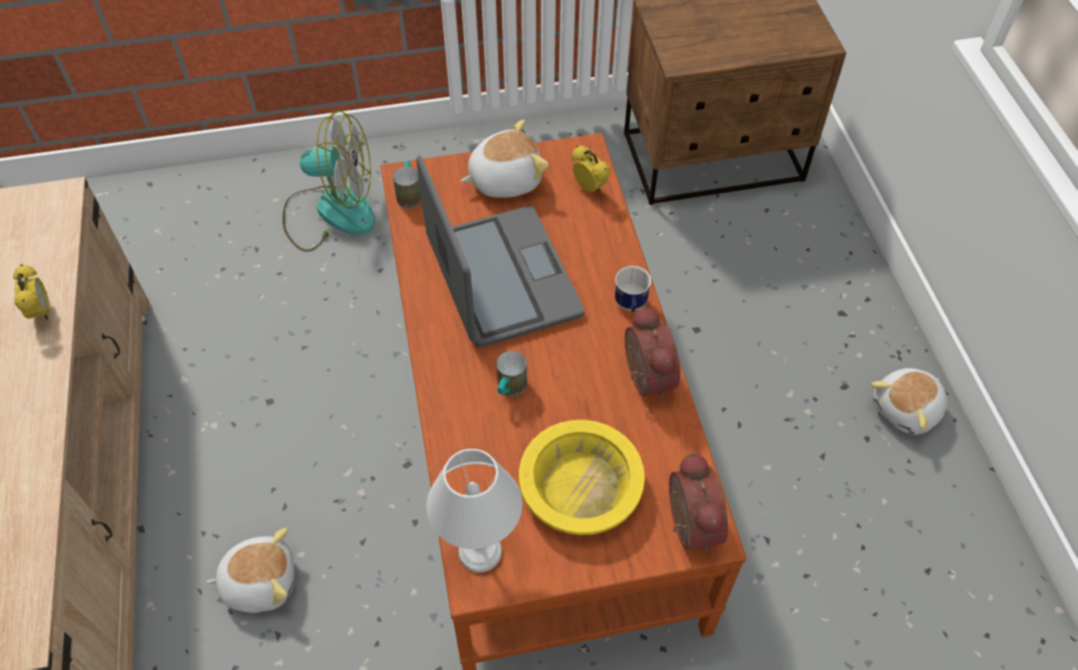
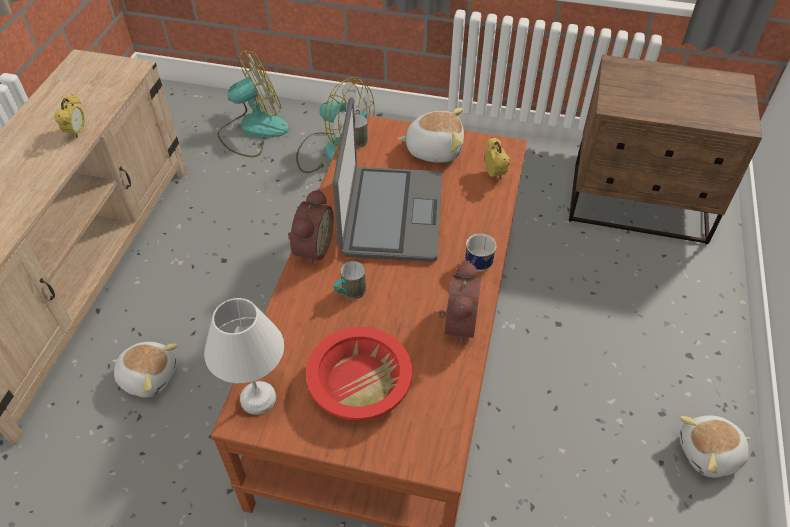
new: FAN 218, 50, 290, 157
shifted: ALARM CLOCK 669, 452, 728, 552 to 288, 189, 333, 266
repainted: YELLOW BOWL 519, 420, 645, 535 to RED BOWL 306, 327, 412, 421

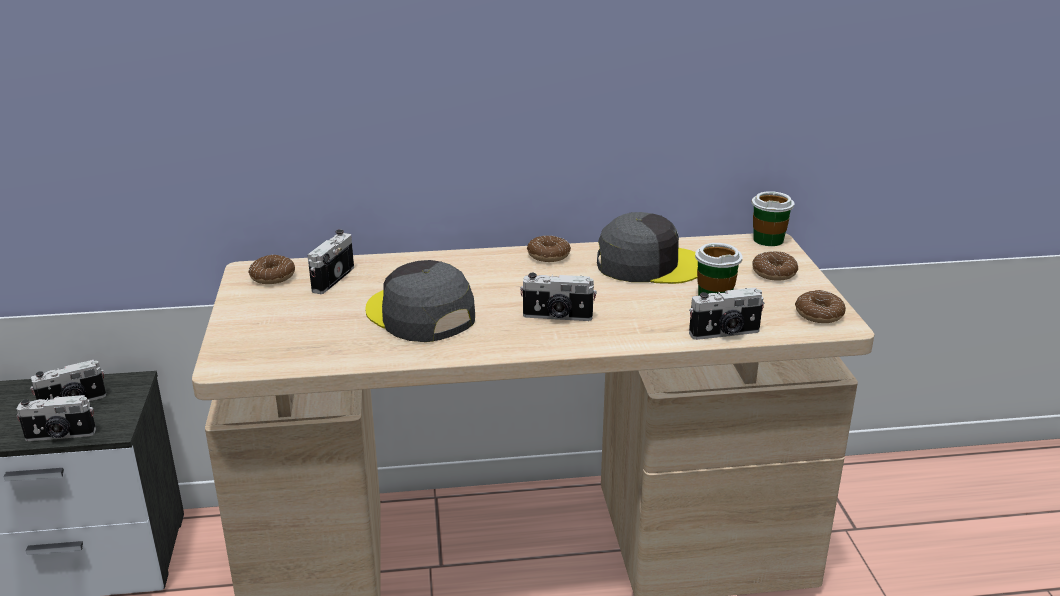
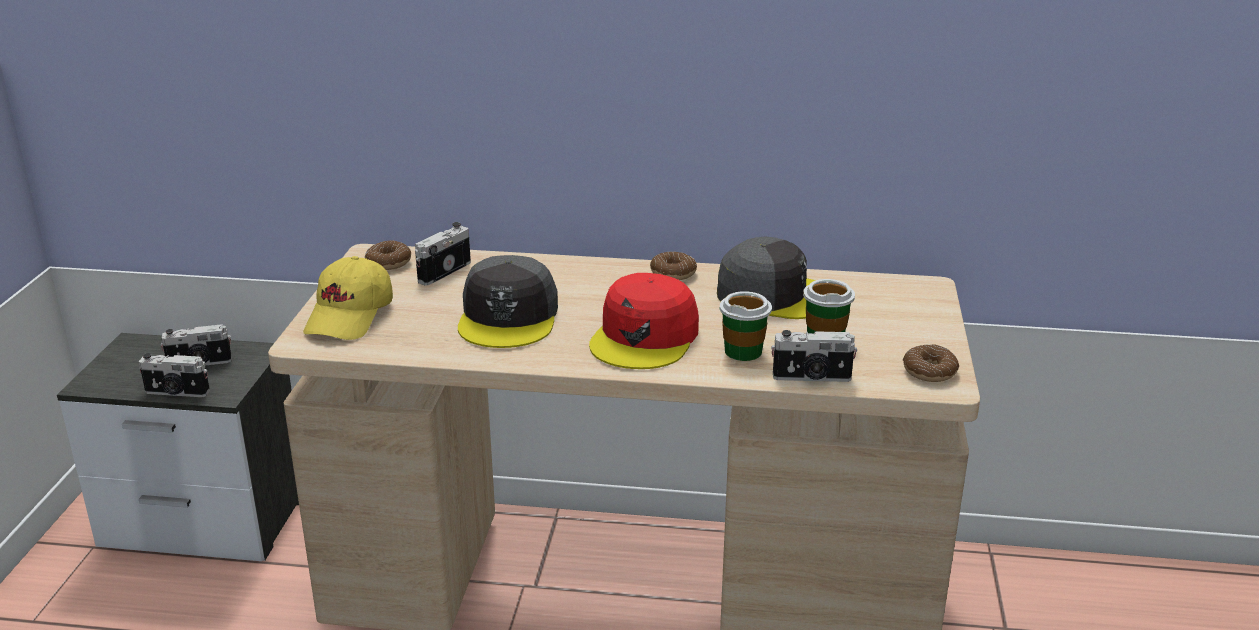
gone: DONUT 752, 251, 798, 281
new: YELLOW CAP 303, 256, 393, 340
shifted: CUP 752, 191, 794, 246 to 720, 291, 772, 361
swapped: PHOTO CAMERA 520, 273, 597, 321 to RED CAP 589, 273, 699, 369
rotated: GREY CAP 365, 260, 475, 342 = 458, 255, 558, 348 150 degrees counterclockwise

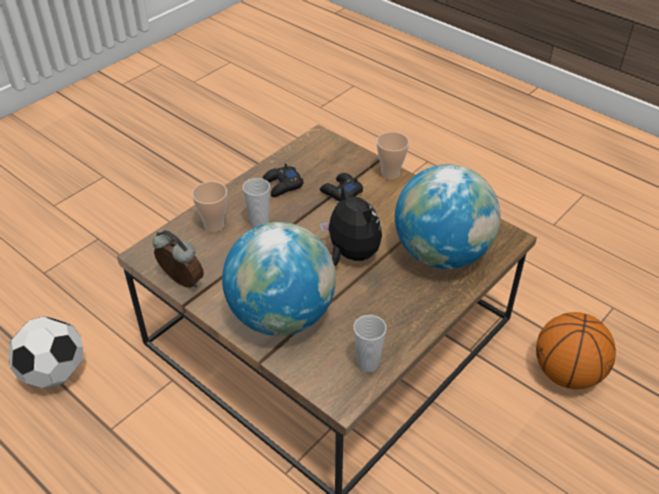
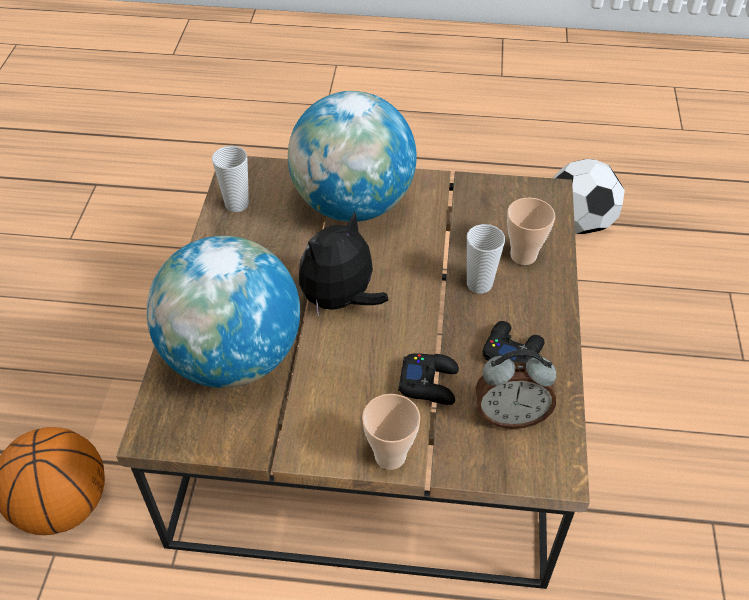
shifted: ALARM CLOCK 152, 230, 204, 288 to 476, 350, 556, 429
rotated: PLUSH TOY 320, 185, 382, 266 = 299, 211, 388, 316 120 degrees clockwise

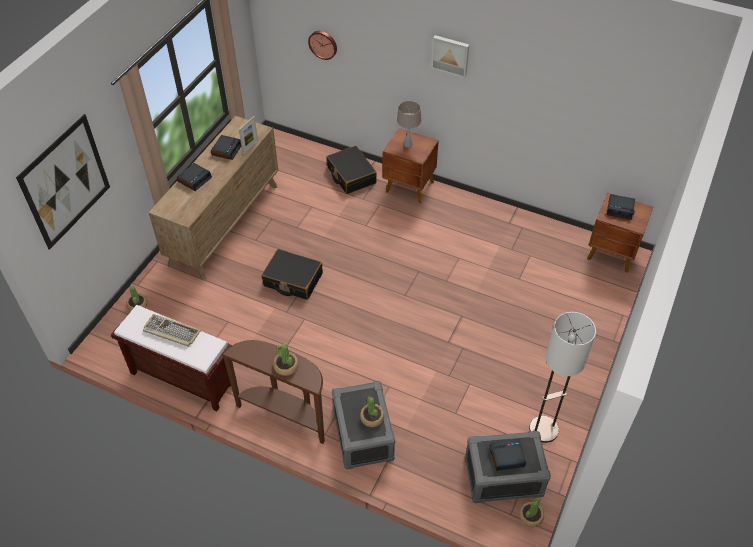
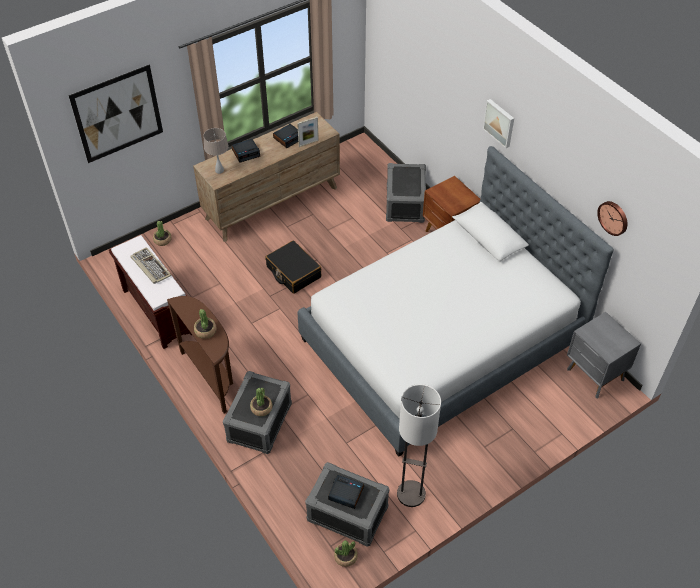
gone: ALARM CLOCK 607, 194, 635, 220
new: BED 298, 146, 614, 457
shifted: BEIGE TABLE LAMP 397, 101, 421, 148 to 203, 128, 229, 174; WALL CLOCK 308, 31, 337, 60 to 597, 201, 627, 236
swapped: BLACK SUITCASE 326, 146, 377, 194 to GREY STORAGE BOX 386, 163, 426, 223
repainted: BROWN NIGHTSTAND 587, 193, 653, 273 to GREY NIGHTSTAND 567, 312, 641, 398

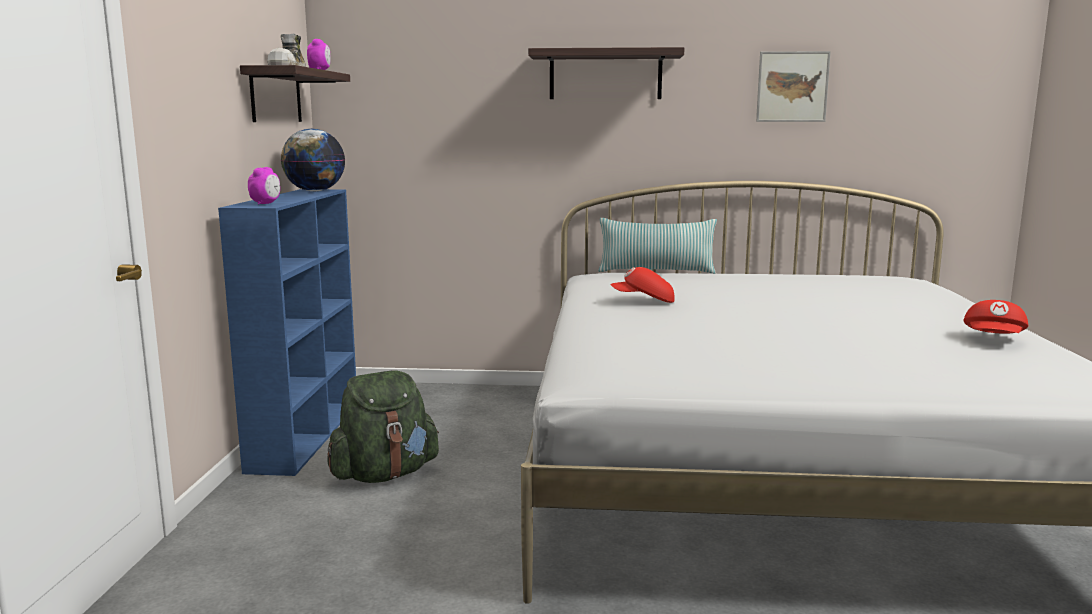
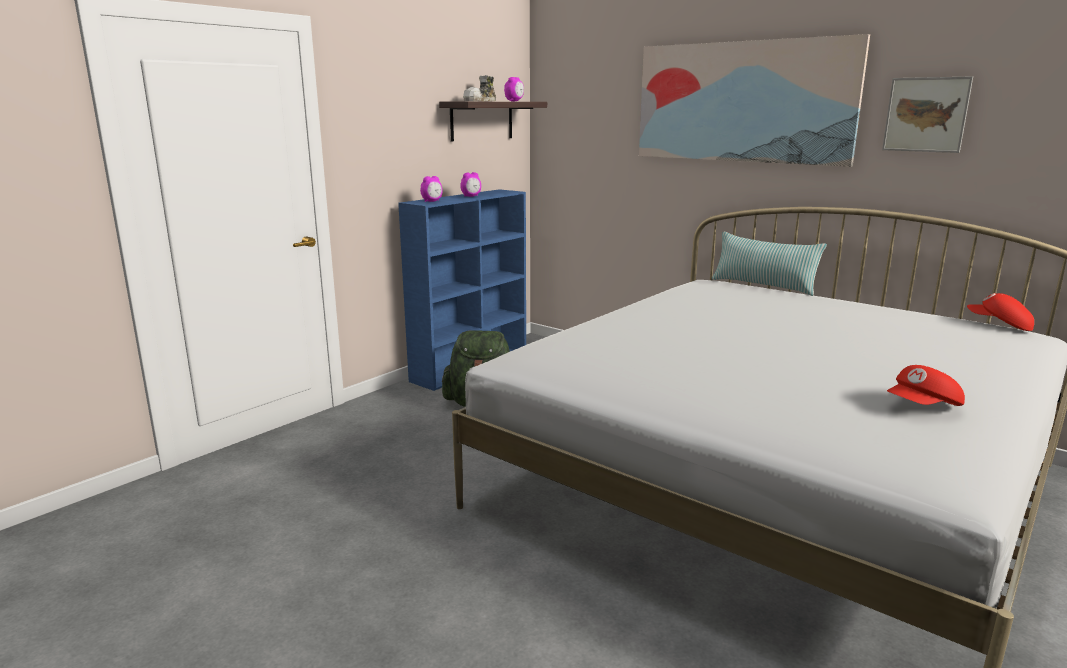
gone: GLOBE 281, 129, 345, 191
new: ALARM CLOCK 460, 172, 481, 197
shifted: RED CAP 611, 267, 674, 303 to 967, 293, 1034, 331
swapped: SHELF 528, 47, 684, 99 to PICTURE 639, 34, 870, 167

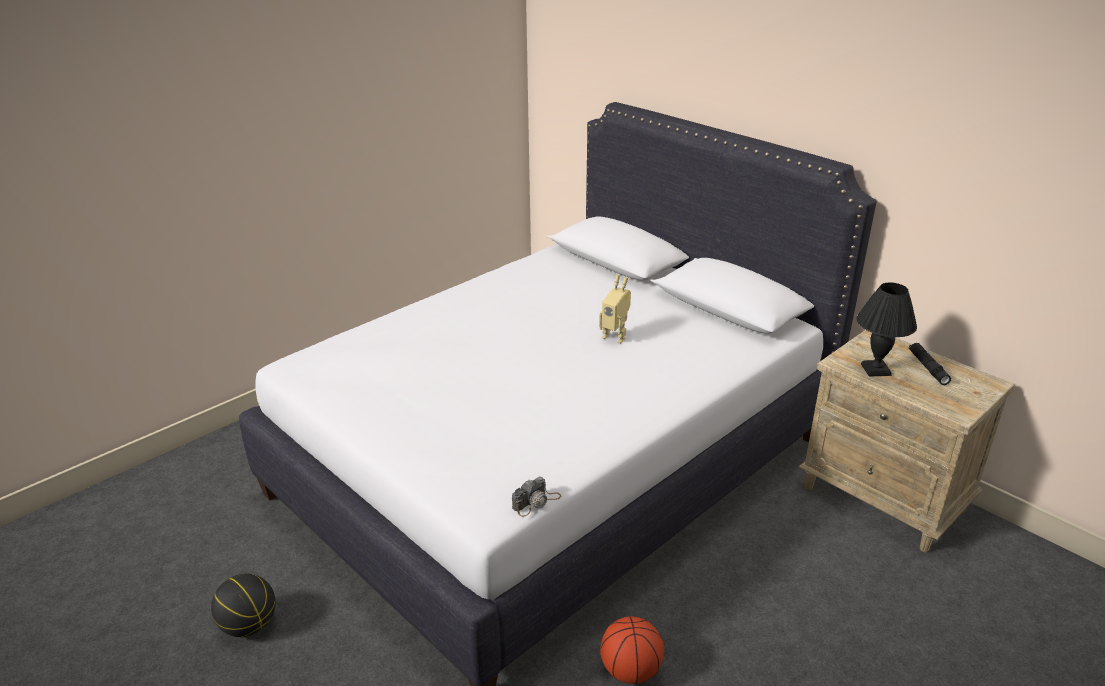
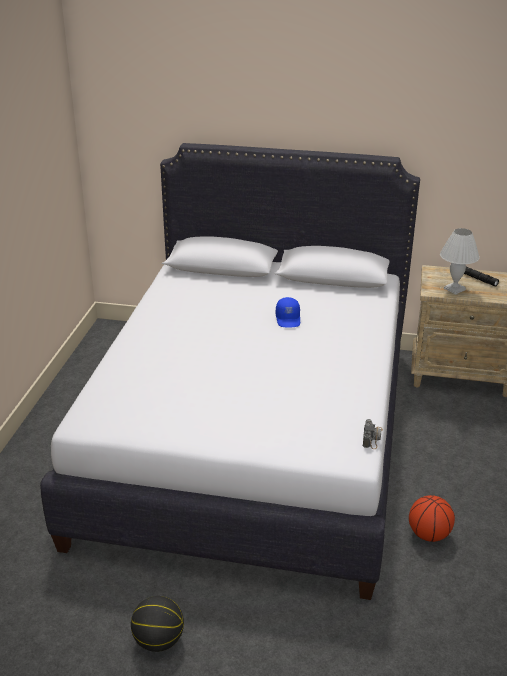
swapped: TOY ROBOT 599, 275, 631, 344 to BLUE CAP 276, 297, 300, 328
repainted: BLACK TABLE LAMP 856, 282, 917, 377 to WHITE TABLE LAMP 440, 228, 479, 295

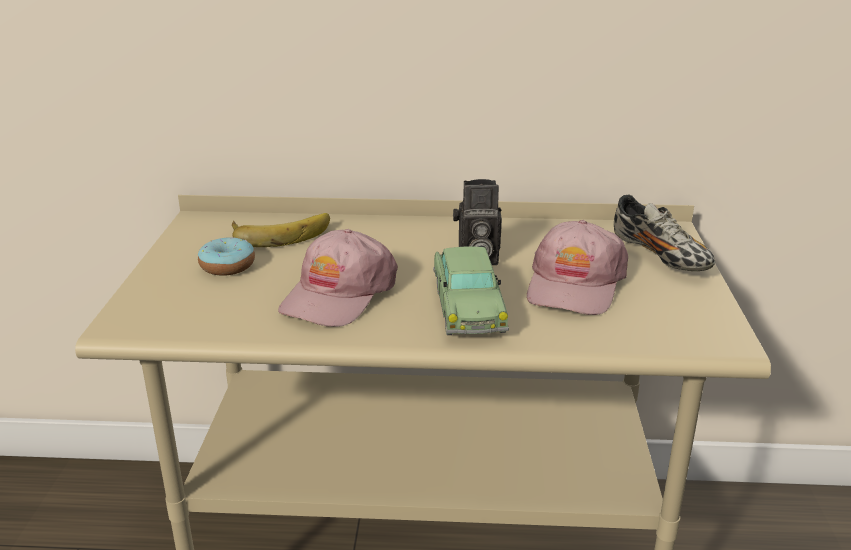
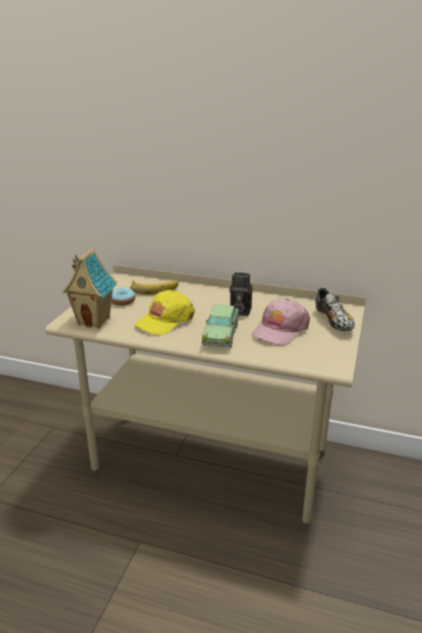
new: TOY HOUSE 63, 248, 117, 328
repainted: PINK CAP 278, 229, 398, 327 to YELLOW CAP 134, 290, 195, 335

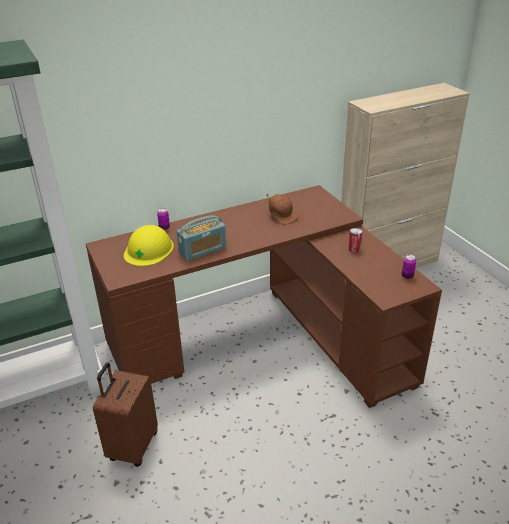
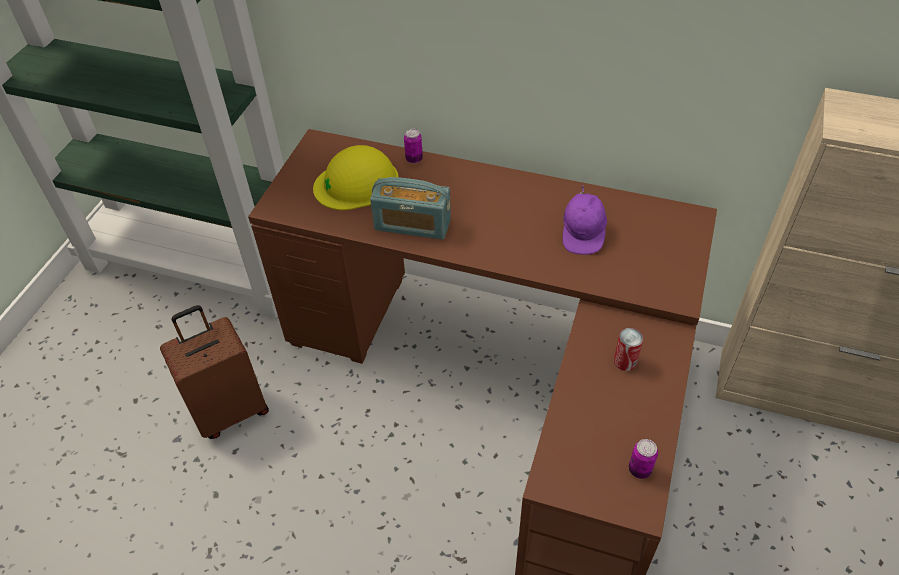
repainted: BROWN CAP 267, 194, 298, 225 to PURPLE CAP 563, 185, 607, 255

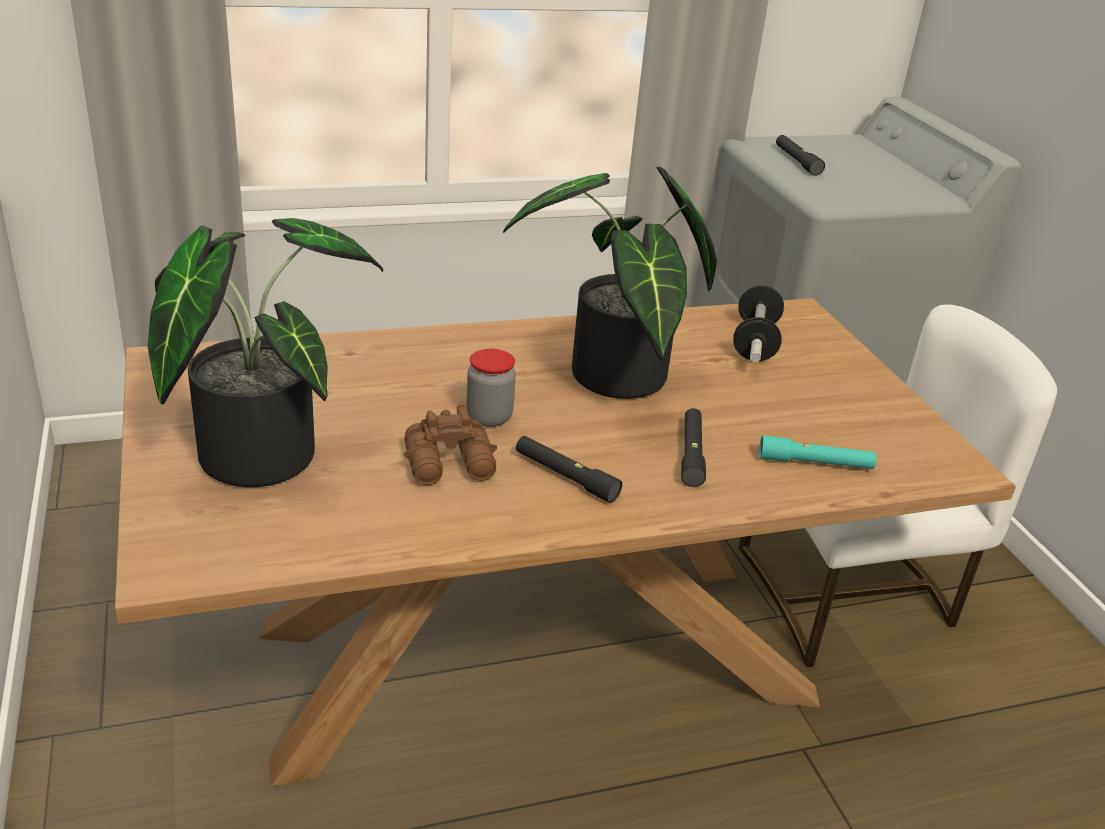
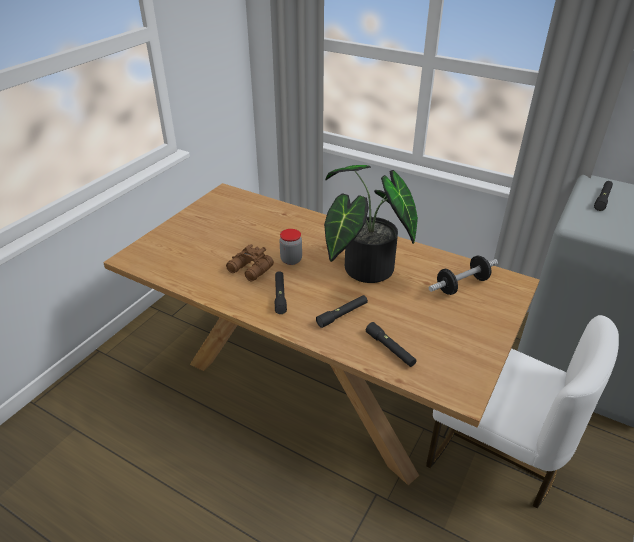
gone: POTTED PLANT 148, 218, 383, 487
repainted: TURQUOISE FLASHLIGHT 759, 435, 877, 469 to BLACK FLASHLIGHT 366, 322, 416, 367

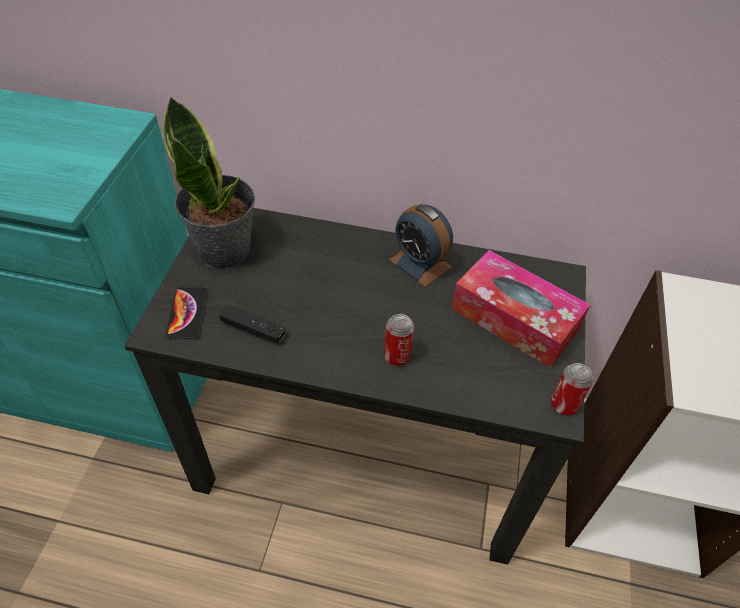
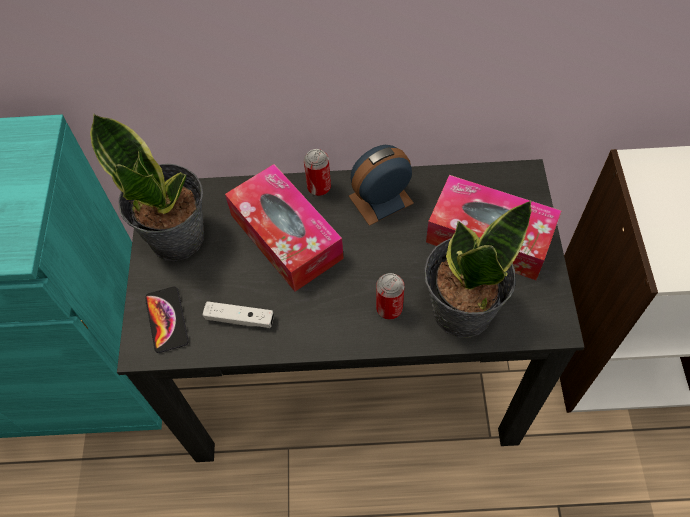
new: TISSUE BOX 225, 164, 344, 292; POTTED PLANT 425, 199, 532, 338
shifted: CAN 551, 363, 593, 416 to 304, 149, 331, 196
repainted: BLACK GAME CONTROLLER 220, 305, 286, 343 to WHITE GAME CONTROLLER 203, 301, 274, 328
rotated: ALARM CLOCK 389, 204, 453, 287 = 349, 145, 414, 226 120 degrees clockwise

